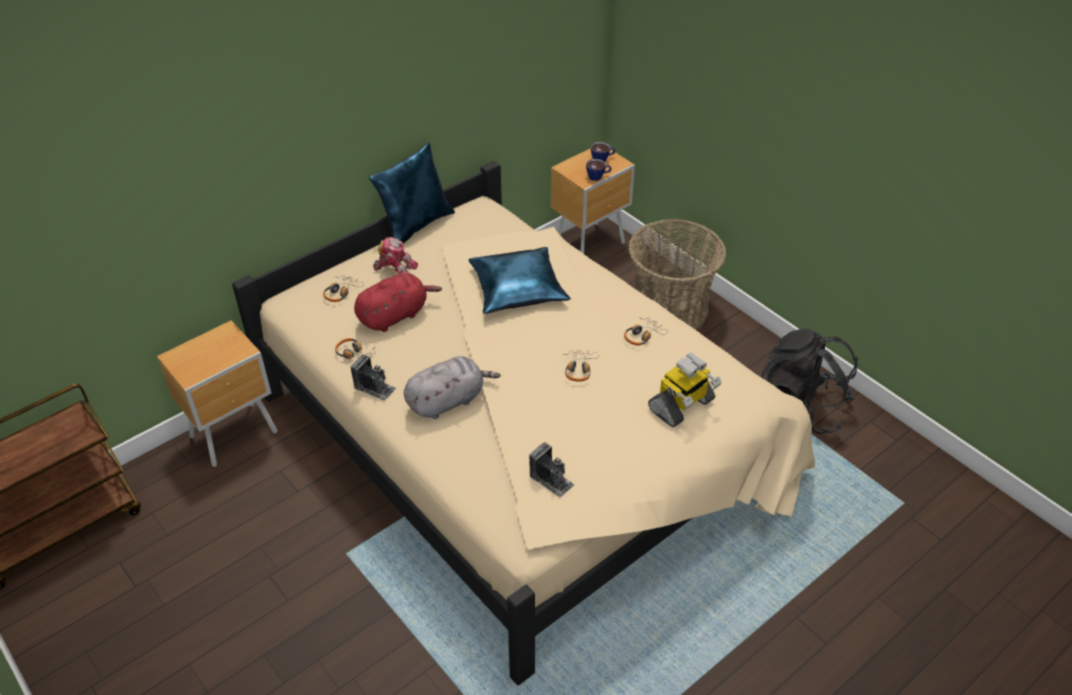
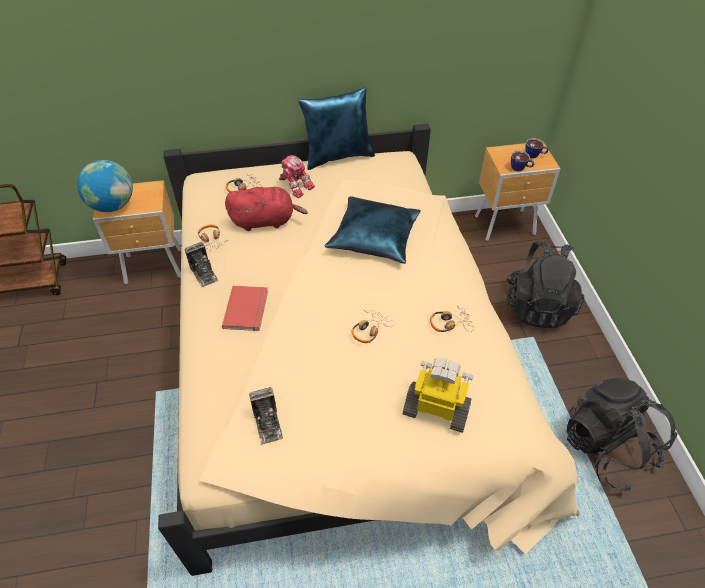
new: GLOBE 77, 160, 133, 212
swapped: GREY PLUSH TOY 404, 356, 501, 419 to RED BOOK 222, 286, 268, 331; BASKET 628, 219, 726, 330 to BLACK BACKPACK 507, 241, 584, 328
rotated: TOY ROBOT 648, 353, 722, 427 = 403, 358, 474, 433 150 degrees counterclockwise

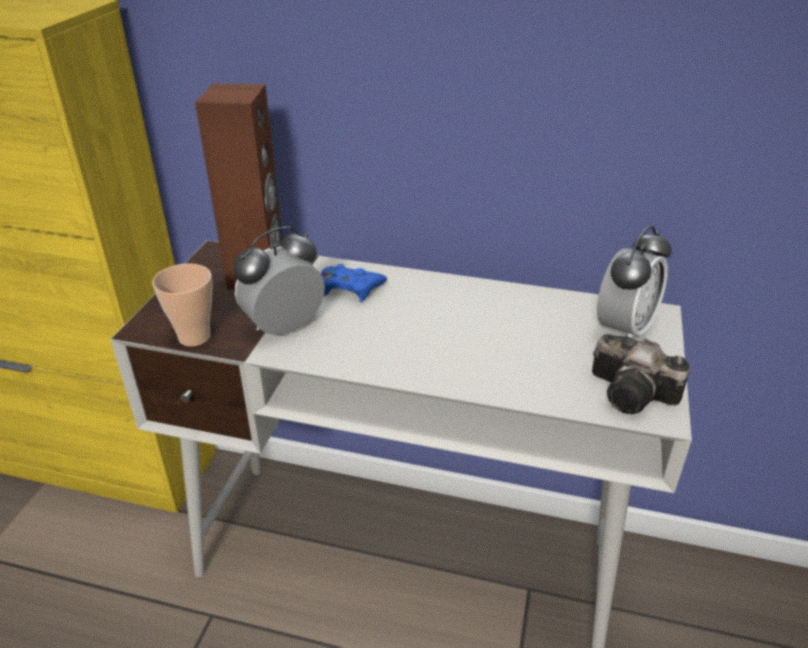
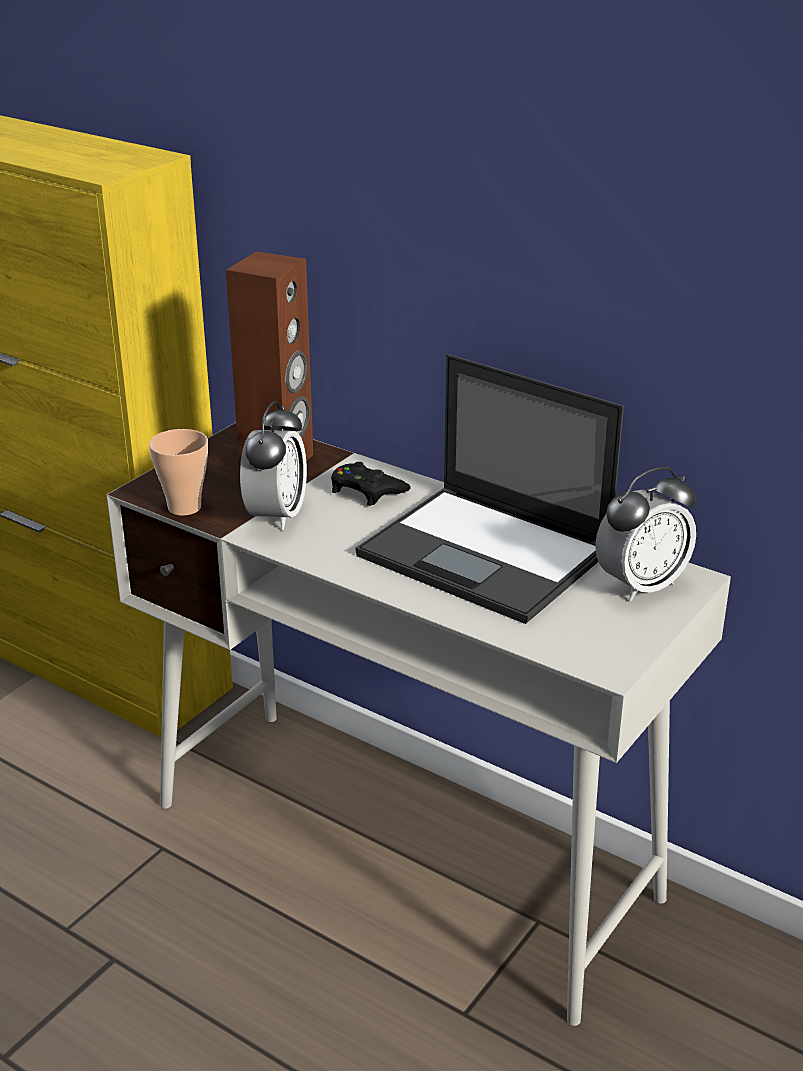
gone: PHOTO CAMERA 592, 334, 690, 414
new: LAPTOP 355, 354, 624, 624
repainted: BLUE GAME CONTROLLER 321, 264, 387, 302 to BLACK GAME CONTROLLER 331, 462, 411, 506
rotated: ALARM CLOCK 233, 227, 325, 335 = 240, 401, 307, 530 120 degrees clockwise

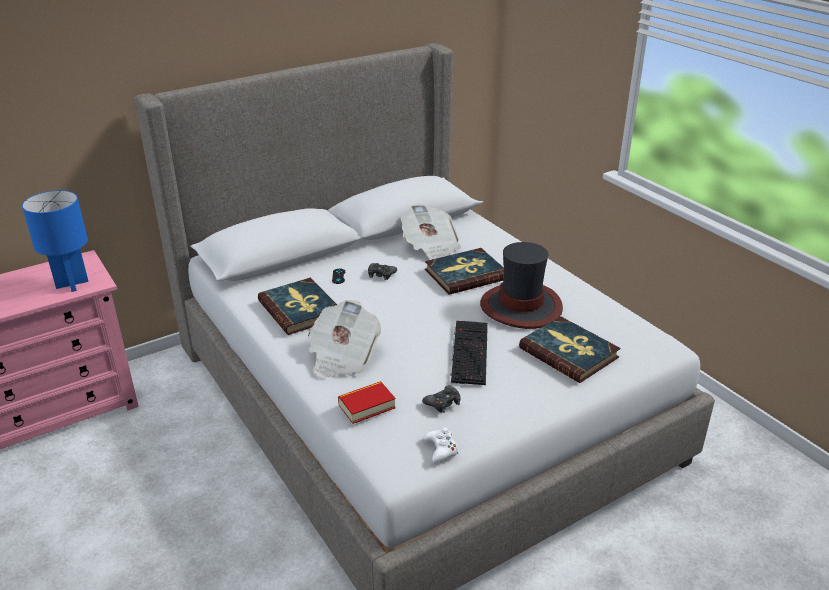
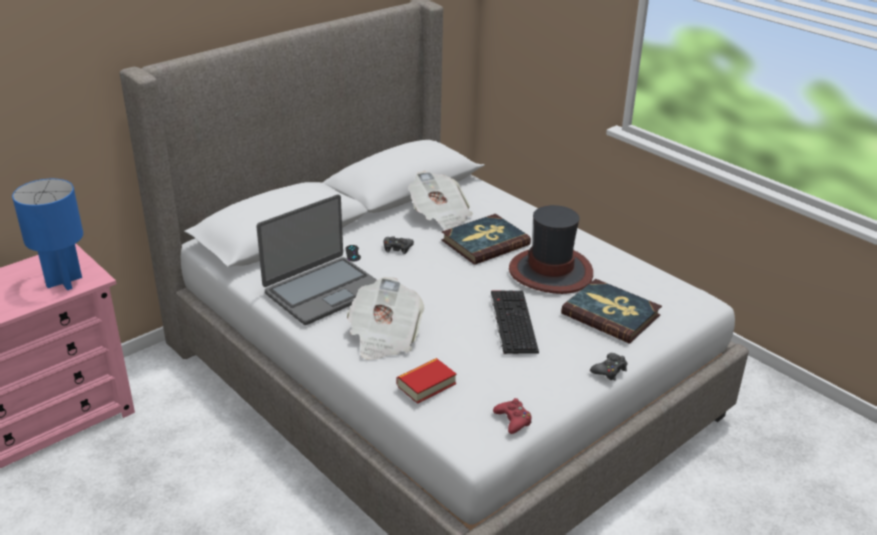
shifted: BLACK GAME CONTROLLER 422, 385, 461, 413 to 590, 353, 628, 380
swapped: BOOK 258, 278, 337, 335 to LAPTOP 256, 195, 377, 325
repainted: WHITE GAME CONTROLLER 423, 428, 458, 463 to RED GAME CONTROLLER 493, 398, 532, 434

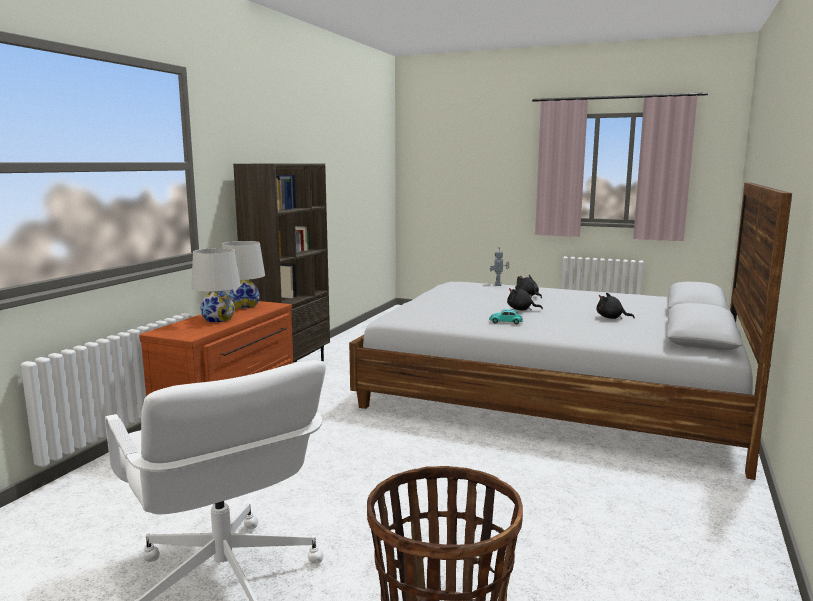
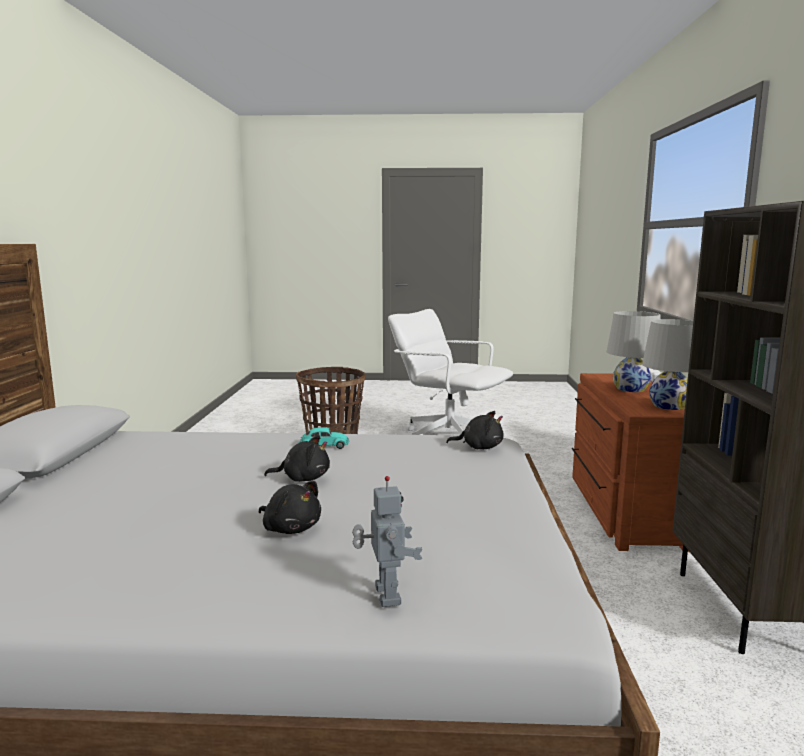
shifted: BLACK PLUSH TOY 596, 293, 635, 319 to 446, 411, 504, 449

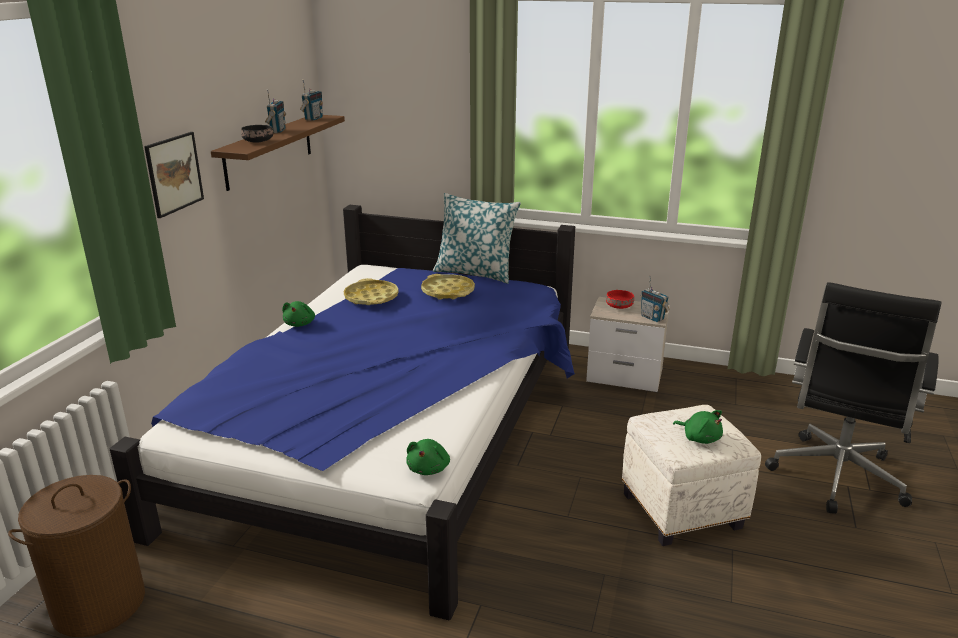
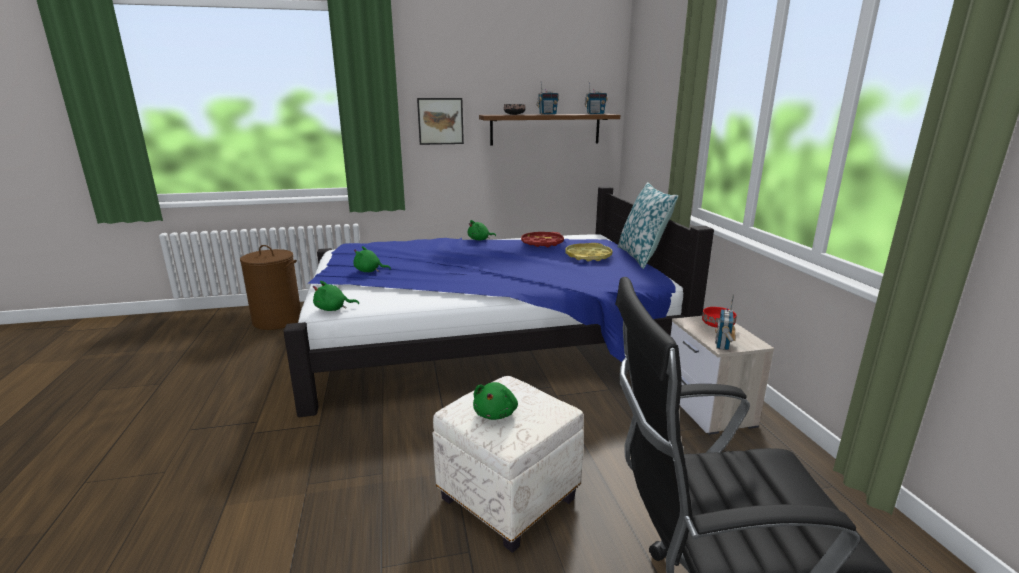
new: GREEN PLUSH TOY 353, 246, 391, 272
repainted: YELLOW TRAY 344, 278, 399, 305 to RED TRAY 521, 232, 564, 247

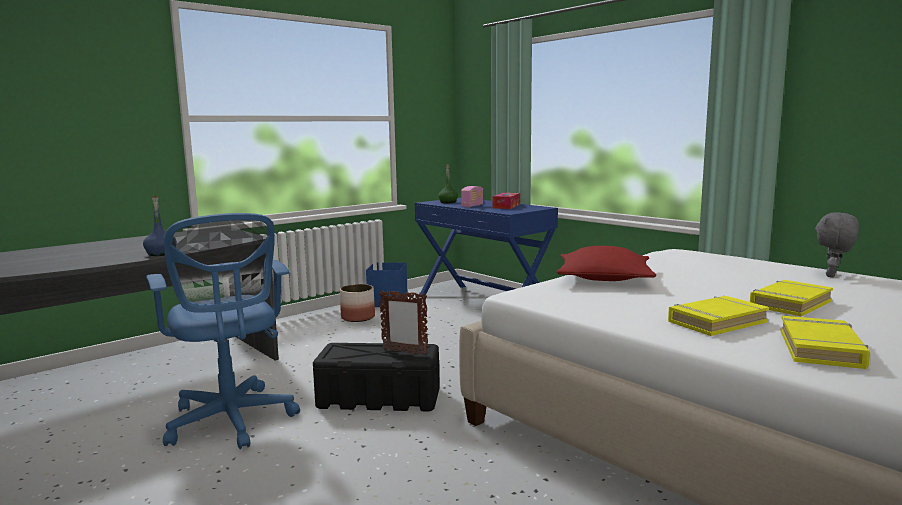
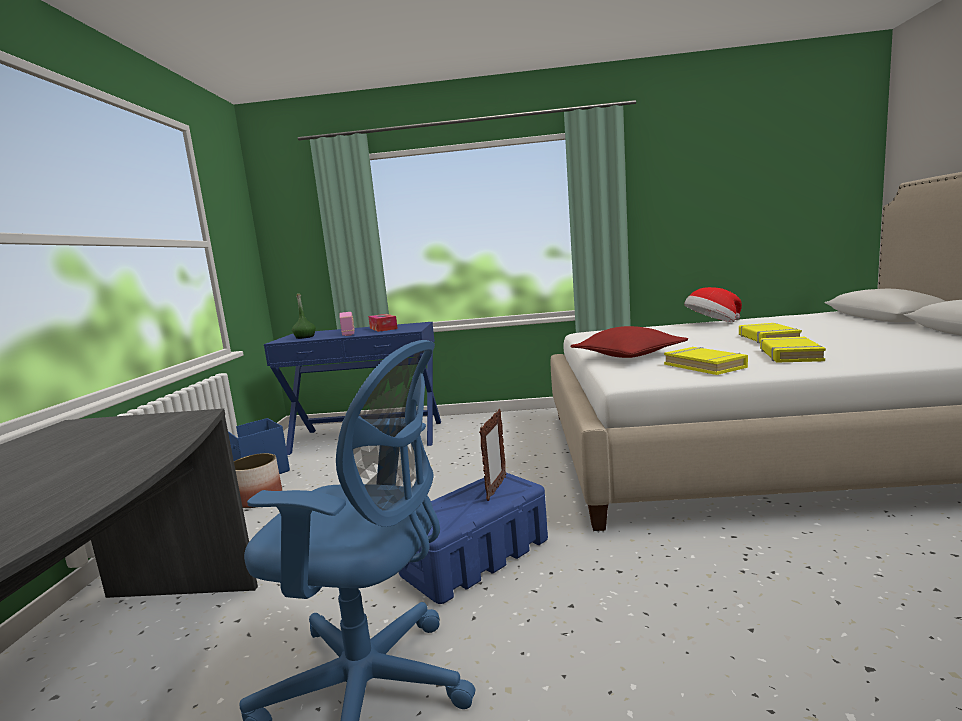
gone: BLUE BOTTLE 143, 196, 177, 256
shifted: YELLOW BOOK 781, 316, 870, 369 to 664, 347, 748, 375
swapped: GREY PLUSH TOY 815, 212, 859, 277 to HAT 684, 287, 742, 322
repainted: BLACK STORAGE BOX 313, 343, 440, 411 to BLUE STORAGE BOX 399, 473, 548, 604
rotated: PICTURE FRAME 379, 290, 428, 355 = 479, 409, 506, 501 45 degrees counterclockwise

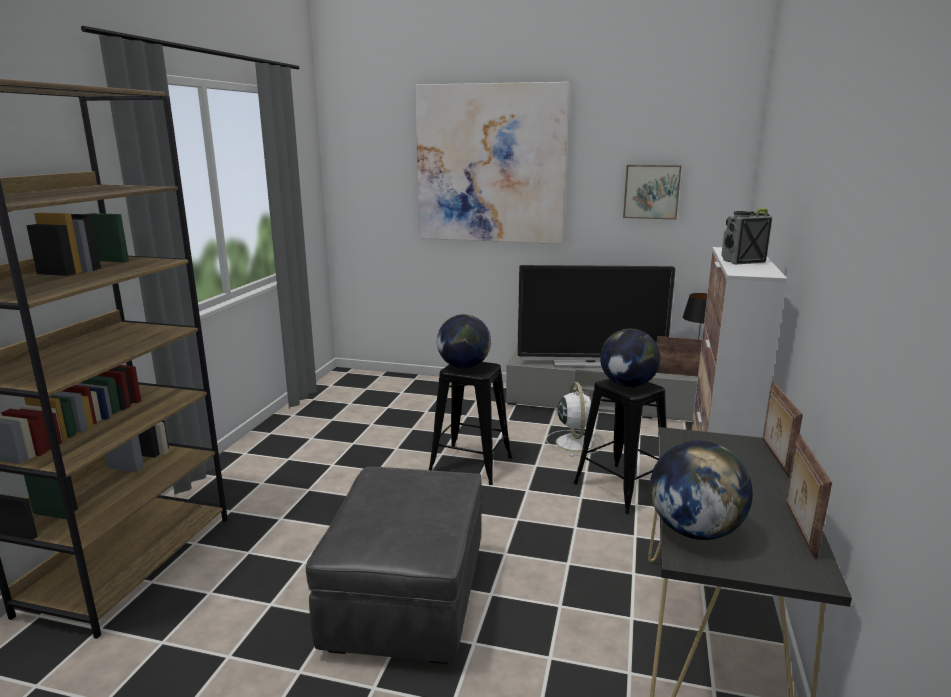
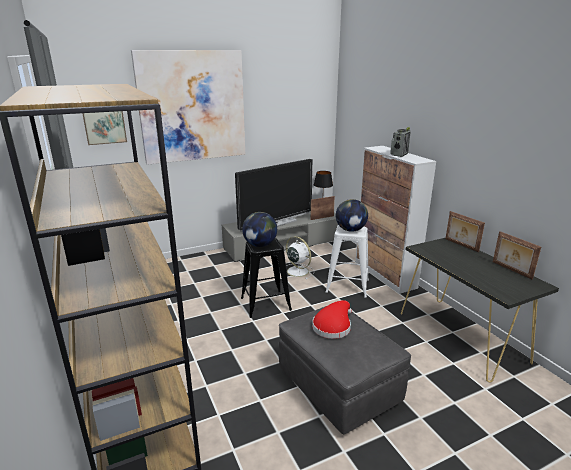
gone: GLOBE 650, 441, 753, 540
new: RED HAT 312, 300, 352, 339
shifted: PICTURE 623, 165, 681, 220 to 82, 111, 127, 145
repainted: BLACK STOOL 573, 379, 667, 514 to WHITE STOOL 326, 225, 369, 297

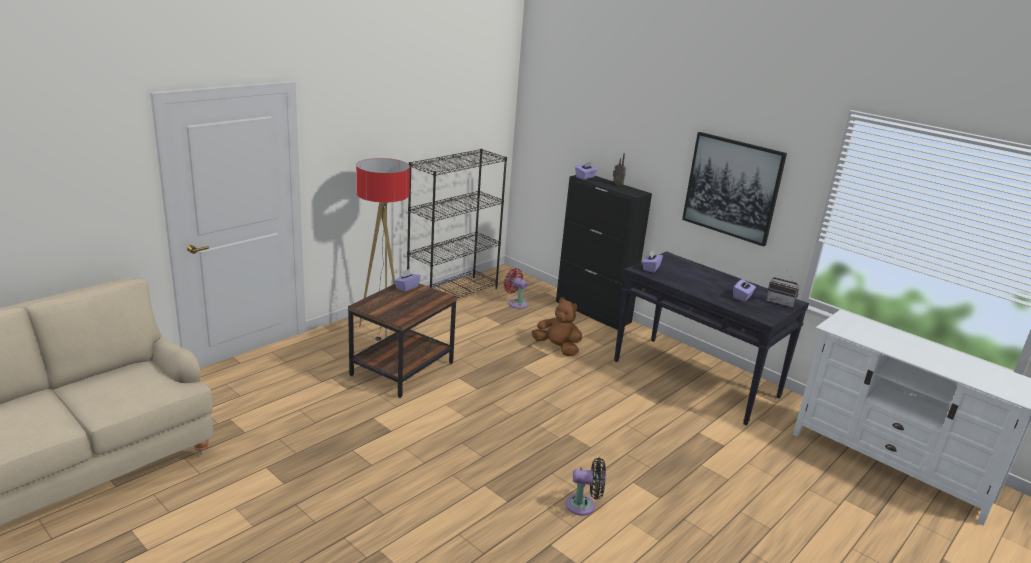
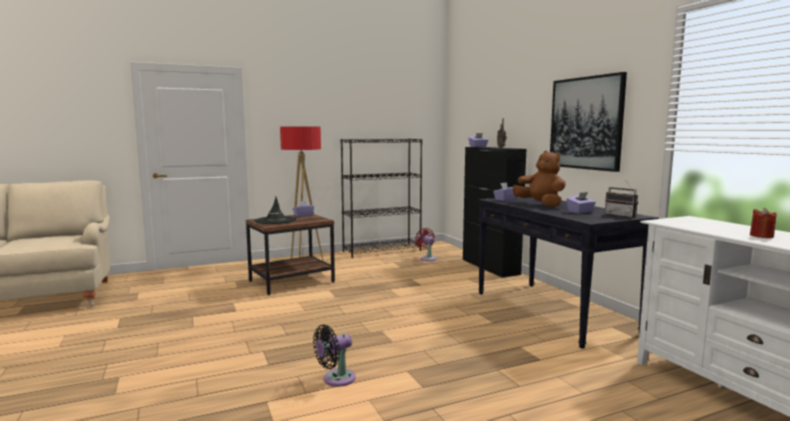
new: BLACK HAT 255, 197, 296, 224; RED CANDLE 750, 208, 777, 238
shifted: BROWN PLUSH TOY 531, 297, 582, 356 to 513, 151, 566, 207
rotated: BLACK FAN 566, 458, 606, 516 = 313, 325, 356, 387 120 degrees clockwise

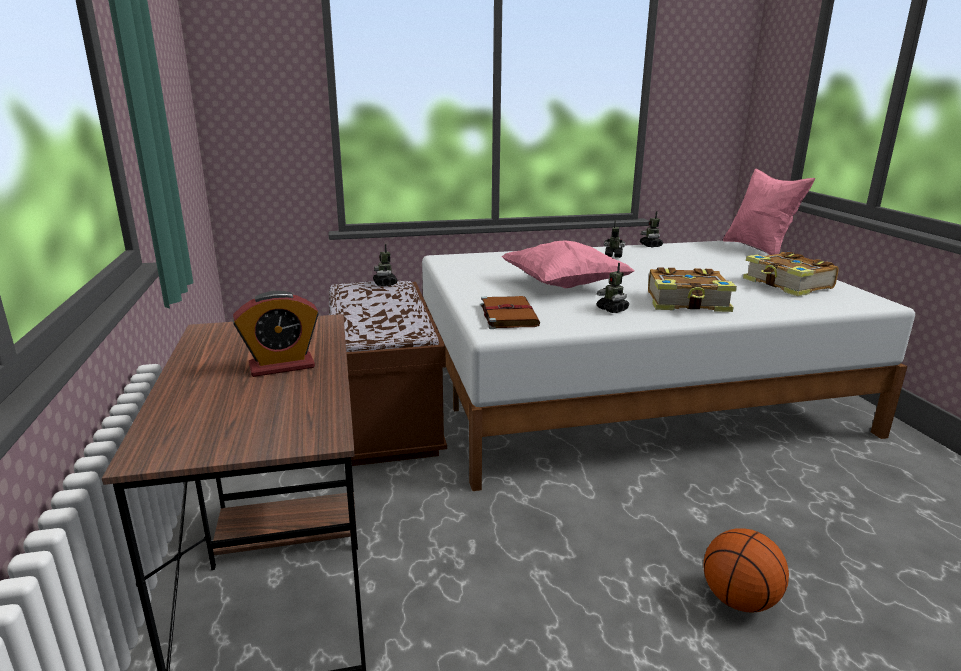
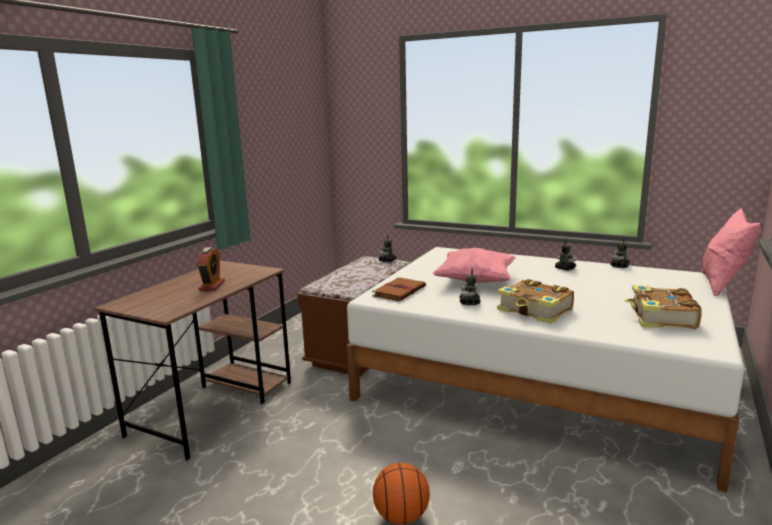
rotated: ALARM CLOCK 233, 291, 319, 377 = 197, 247, 225, 291 105 degrees counterclockwise

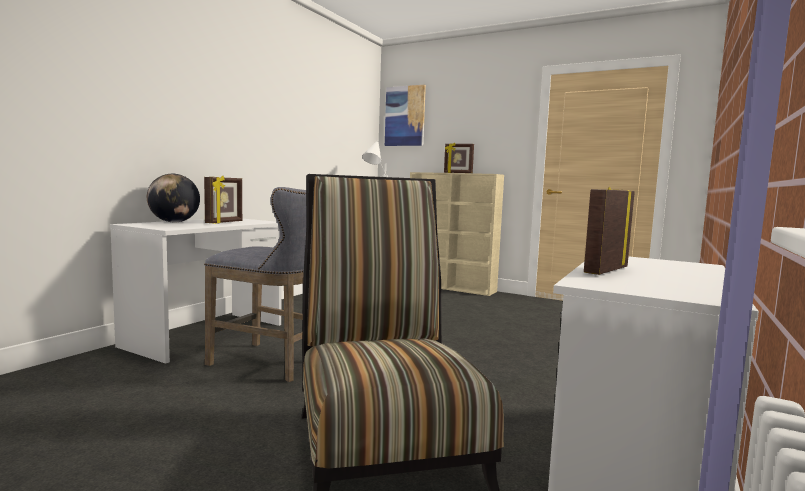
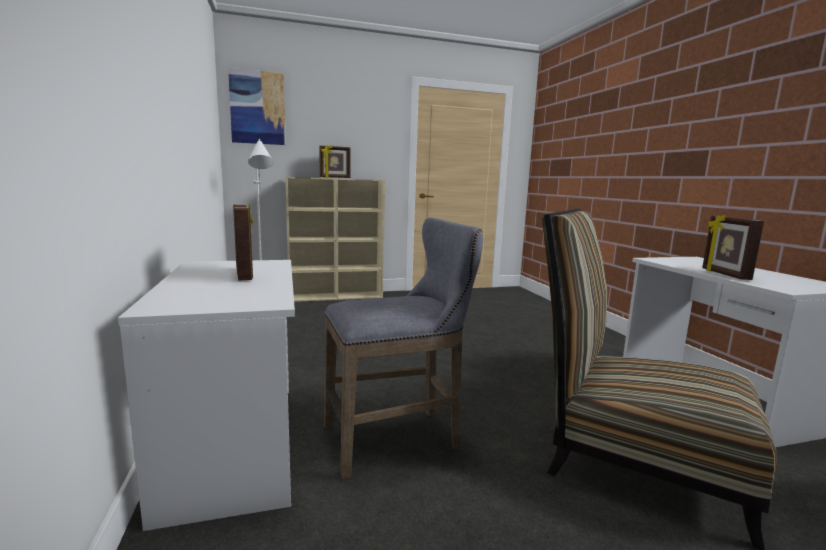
gone: GLOBE 147, 174, 200, 222

